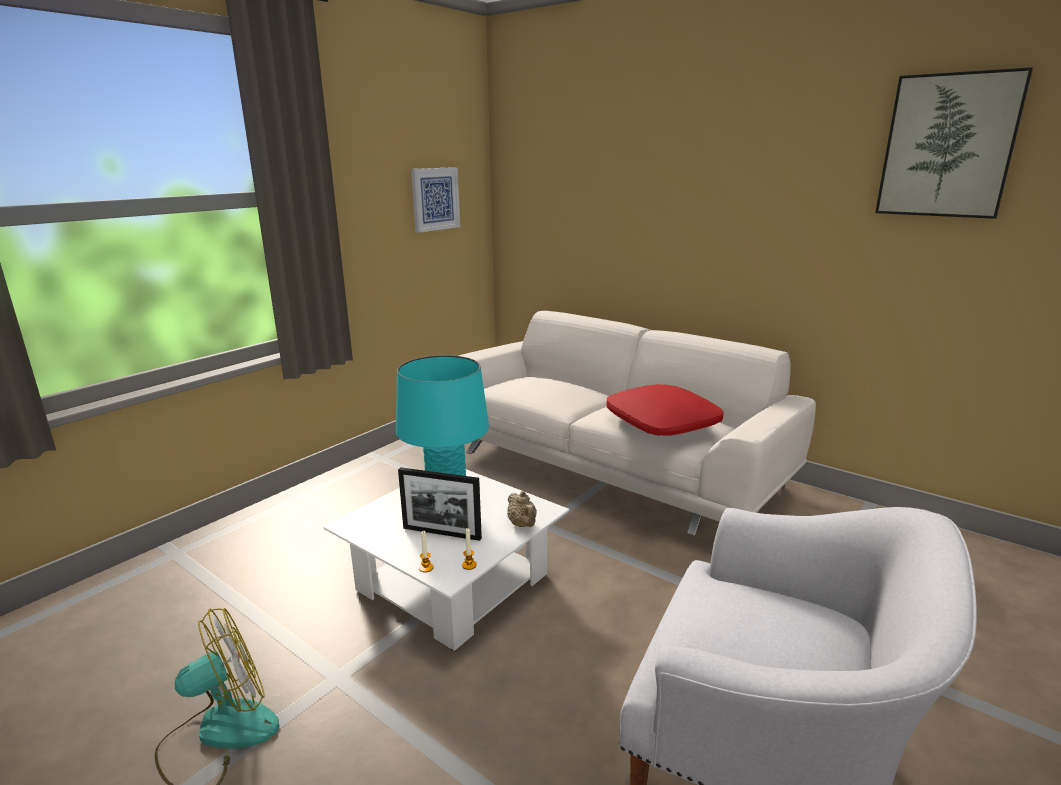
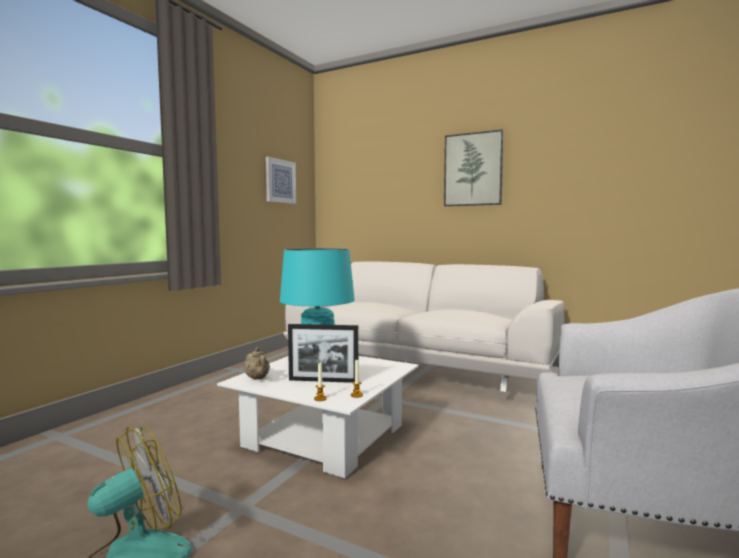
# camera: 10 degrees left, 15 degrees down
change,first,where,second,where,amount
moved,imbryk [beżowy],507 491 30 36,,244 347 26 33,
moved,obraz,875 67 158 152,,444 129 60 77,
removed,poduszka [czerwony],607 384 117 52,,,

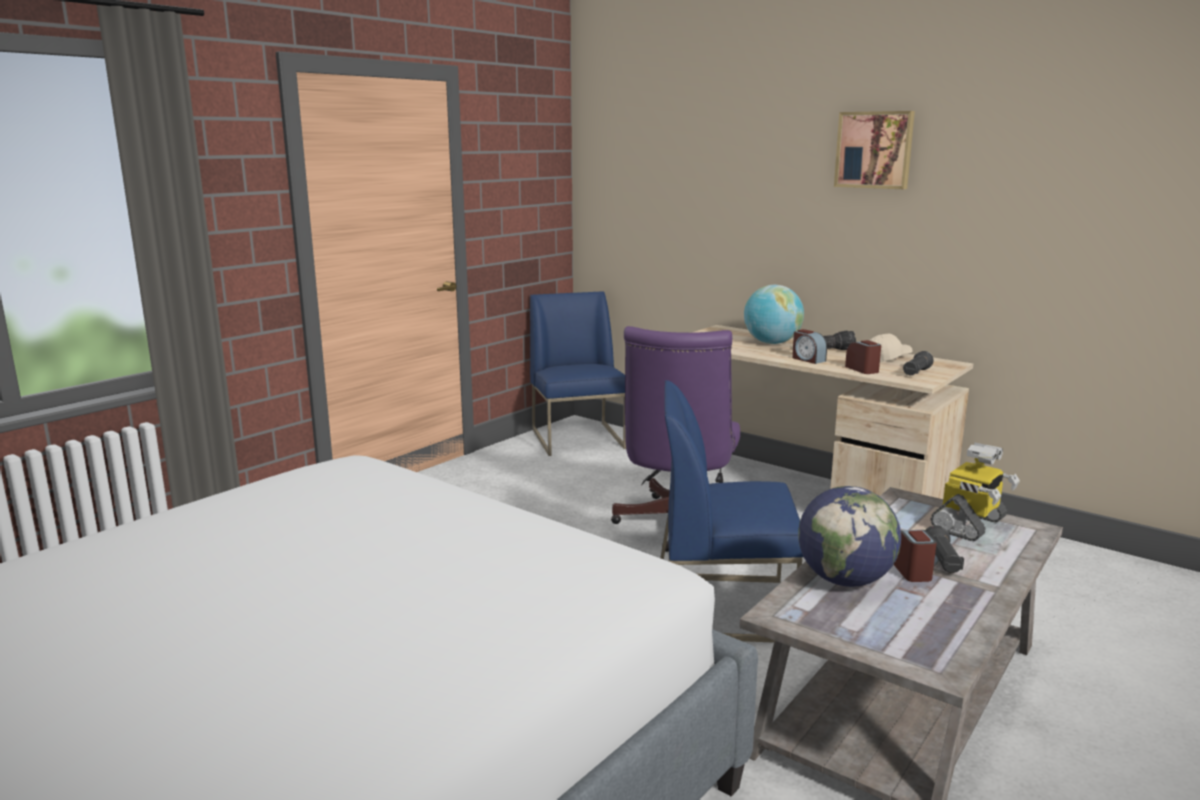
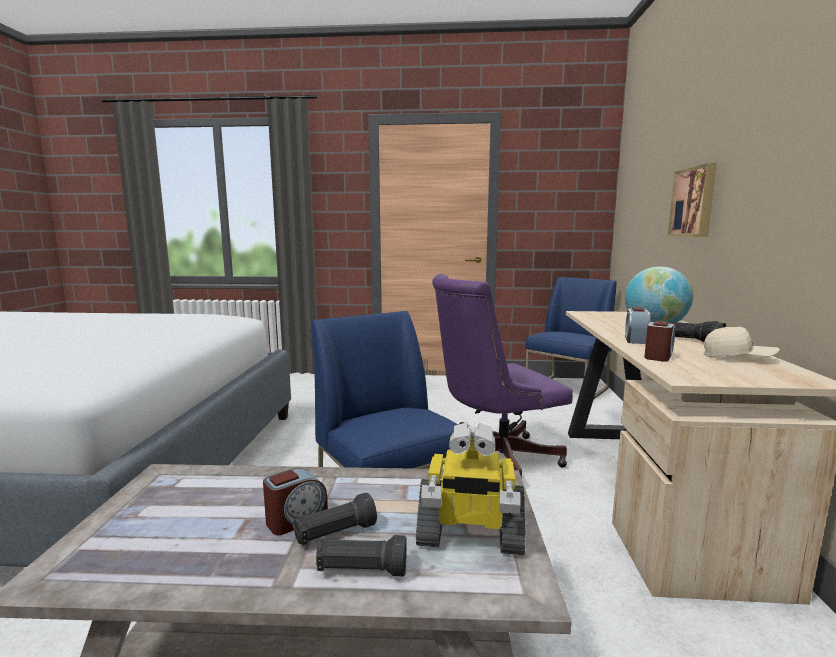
# camera: 55 degrees right, 5 degrees down
change,first,where,second,where,amount
moved,latarka [czarny],903 351 31 24,,316 535 91 41,
moved,obraz,834 111 81 78,,668 163 49 74,
removed,globus,798 486 103 101,,,

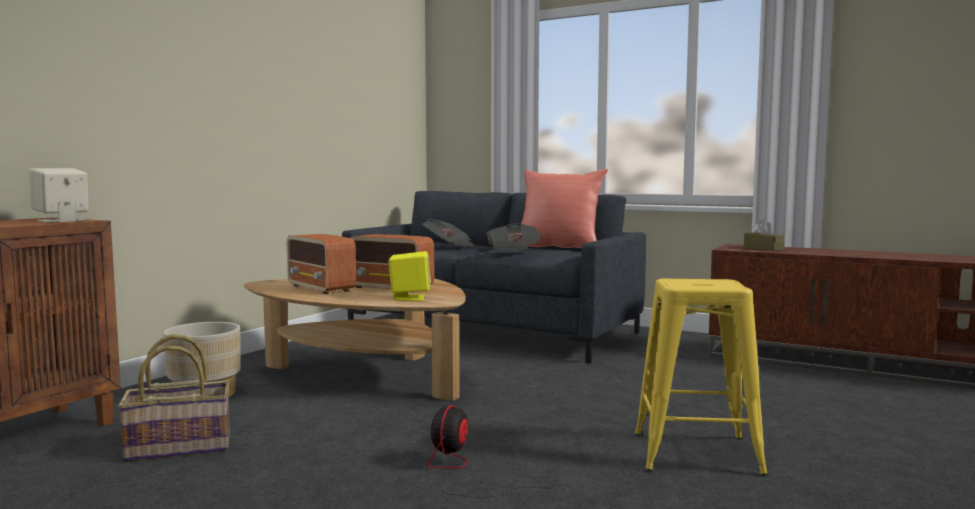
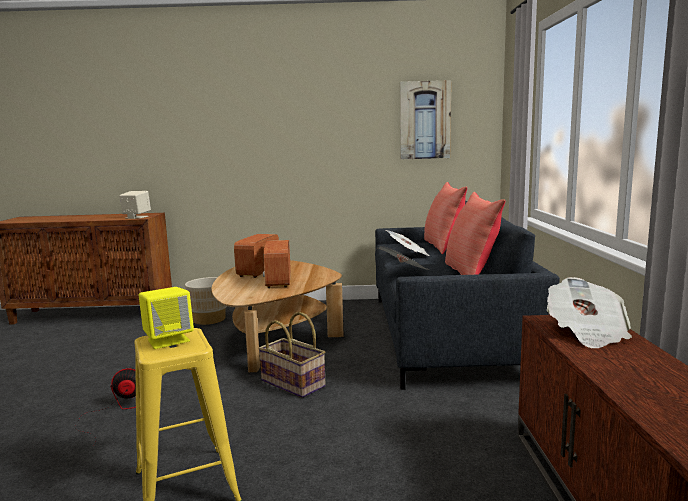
# camera: 60 degrees right, 5 degrees up
change,first,where,second,where,amount
moved,głośnik [żółty],389 251 42 50,,139 287 55 62,
moved,koszyk,118 334 112 128,,258 312 68 86,
added,,,obraz,400 80 51 79,
added,,,poduszka [czerwony],424 182 43 72,
replaced,pudełko chusteczek [brązowy],744 220 41 31,gazeta,546 277 86 71,

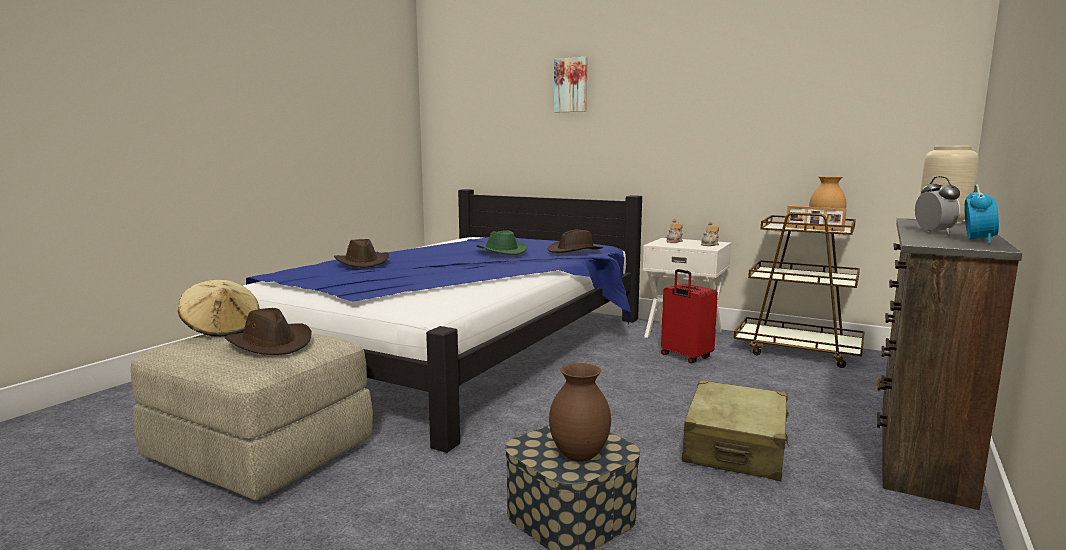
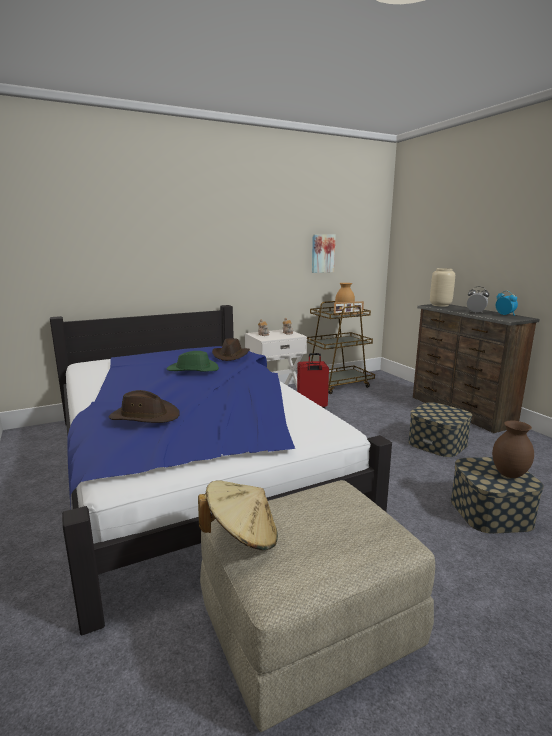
# camera: 55 degrees left, 5 degrees up
change,first,where,second,where,amount
moved,obraz,554 57 33 55,,312 234 24 39,
replaced,walizka [beżowy],682 380 108 101,pojemnik do przechowywania,408 402 64 55,
removed,kapelusz [brązowy],224 308 88 47,,,

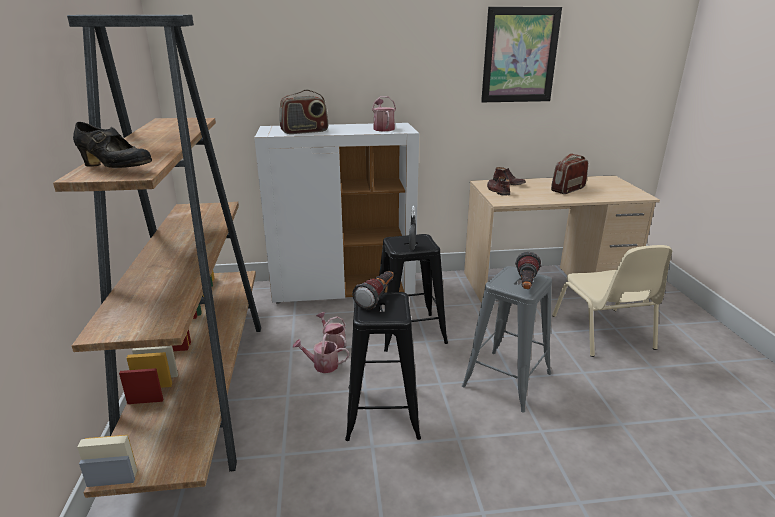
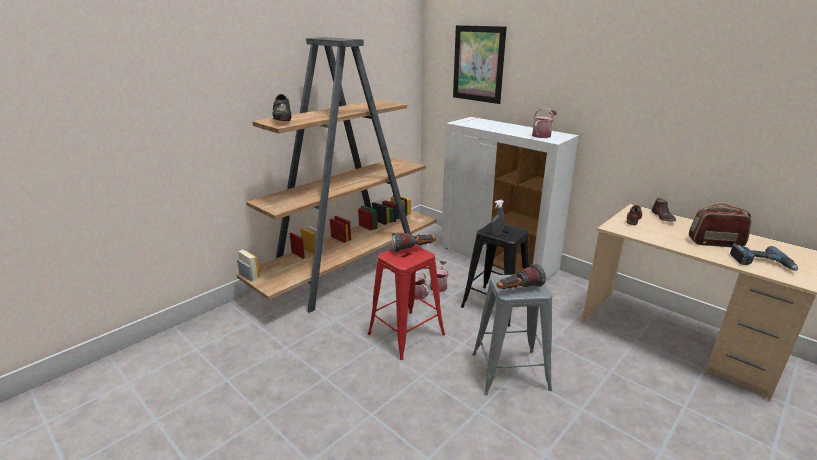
# camera: 50 degrees right, 0 degrees up
change,first,where,second,where,amount
recoloured,stołek [czarny],345 292 76 149,stołek [czerwony],368 245 77 115,
moved,obraz,481 7 81 95,,453 25 54 79,
added,,,wiertarka,730 245 68 26,
removed,radio,279 90 49 44,,,
removed,krzesło [beżowy],552 245 120 112,,,

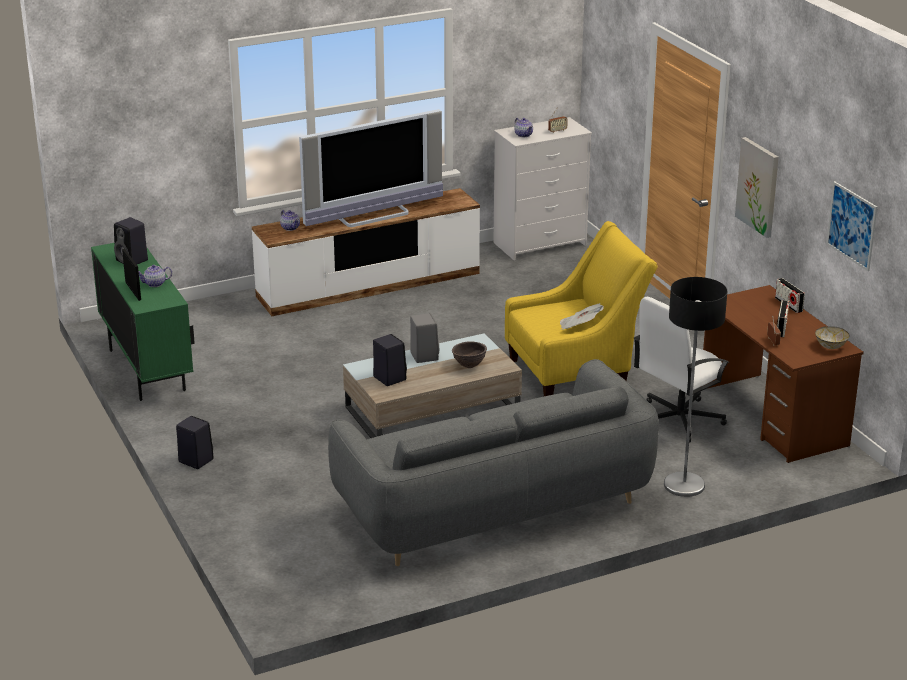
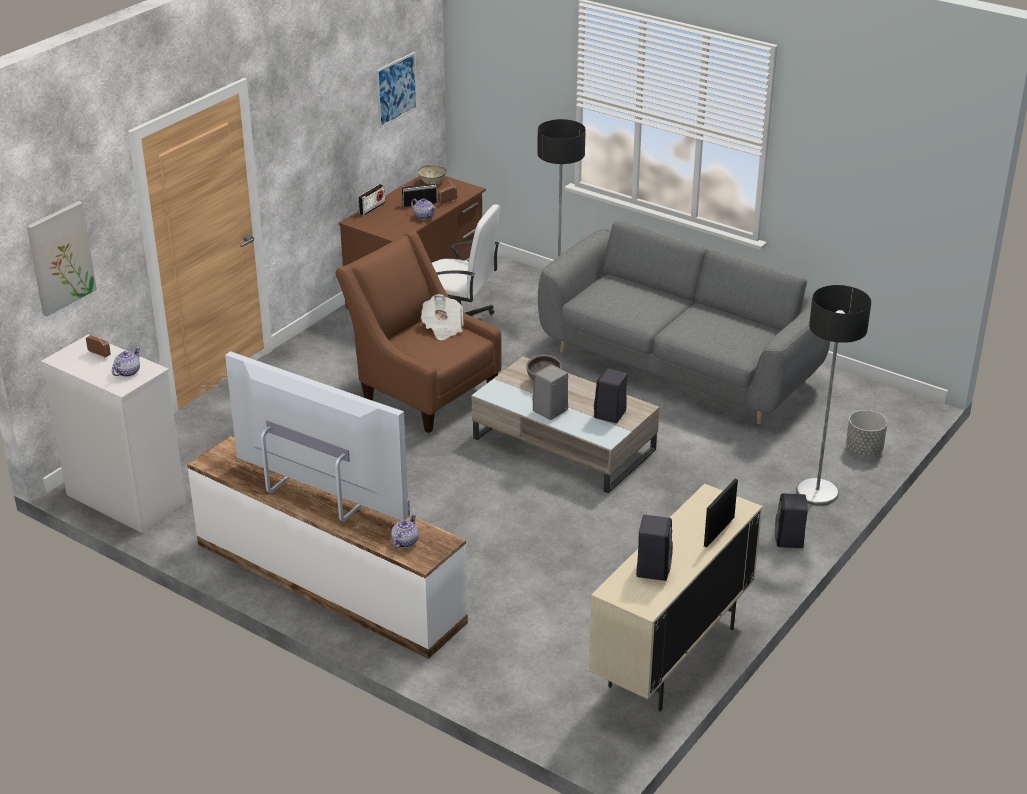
# camera: 120 degrees left, 5 degrees up
change,first,where,second,where,amount
moved,obraz,735 137 44 101,,27 201 70 115,
recoloured,fotel [żółty],505 221 153 175,fotel [brązowy],335 231 167 202,
moved,imbryk,139 265 33 22,,411 198 25 22,
recoloured,szafka [zielony],91 243 104 158,szafka [beżowy],589 483 174 229,
added,,,lampa stojąca,796 285 75 221,
added,,,donica [szary],846 410 41 46,

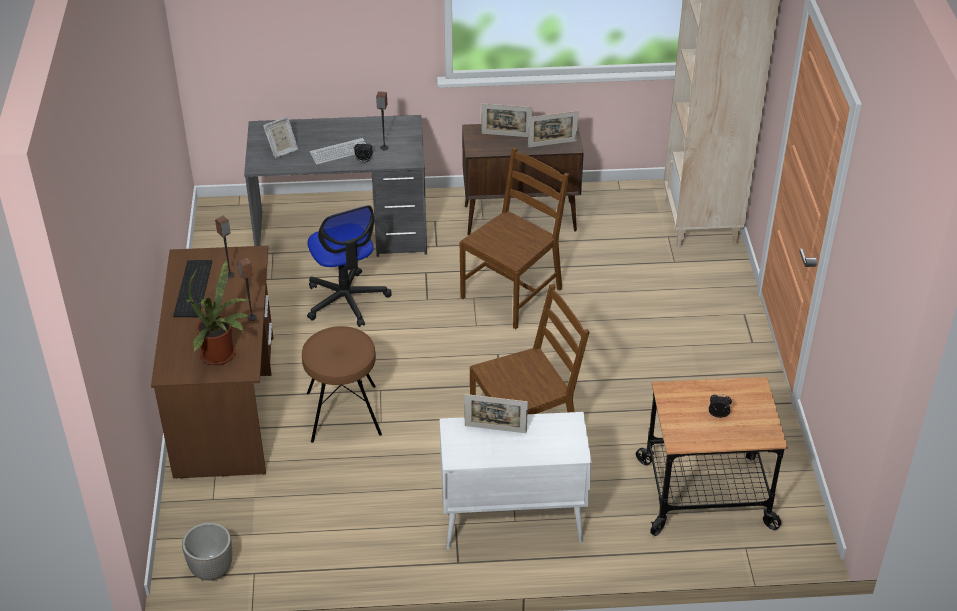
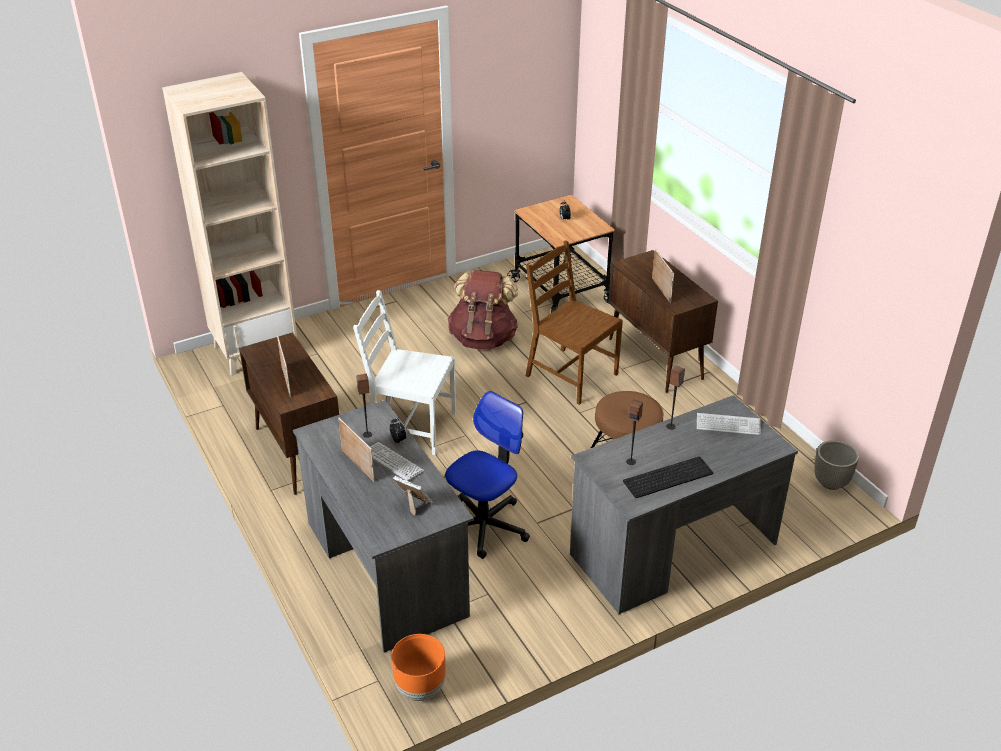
# camera: 115 degrees left, 5 degrees down
change,first,where,second,where,amount
moved,ramka na zdjęcie,528 111 51 37,,338 418 37 64,
recoloured,krzesło [brązowy],460 147 109 182,krzesło [biały],353 290 103 165,
added,,,donica [pomarańczowy],391 634 54 67,
added,,,plecak [brązowy],447 270 72 80,
recoloured,biurko [brązowy],151 246 122 233,biurko [szary],570 395 228 219,
recoloured,szafka [biały],440 412 152 138,szafka [brązowy],608 250 110 143,
replaced,roślina doniczkowa,186 259 63 106,klawiatura,697 413 64 22,

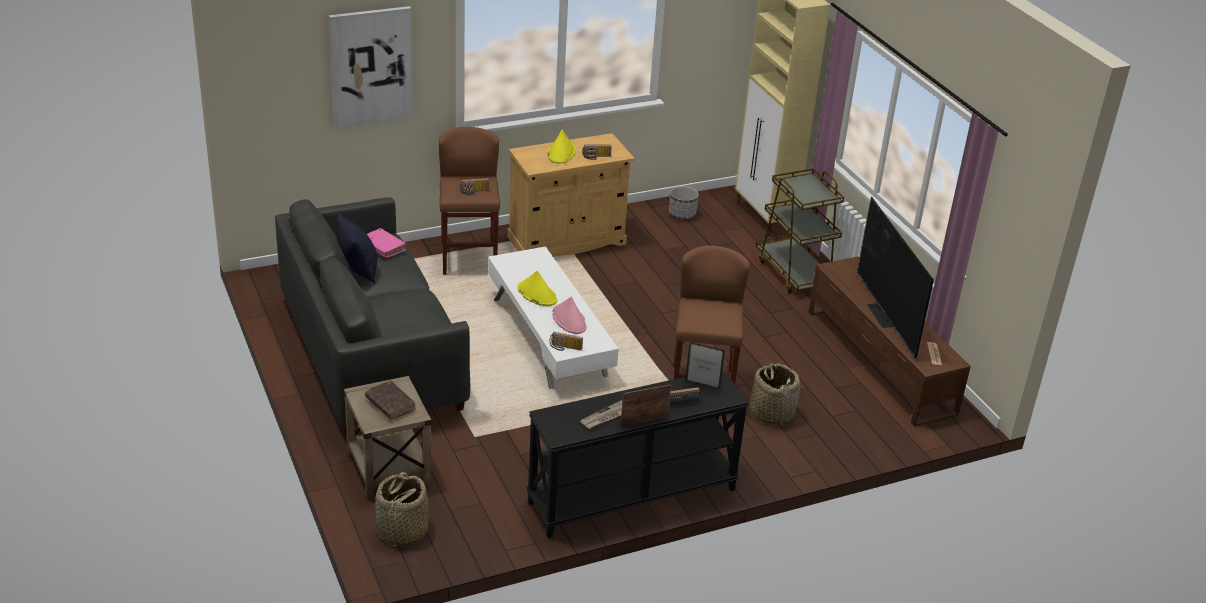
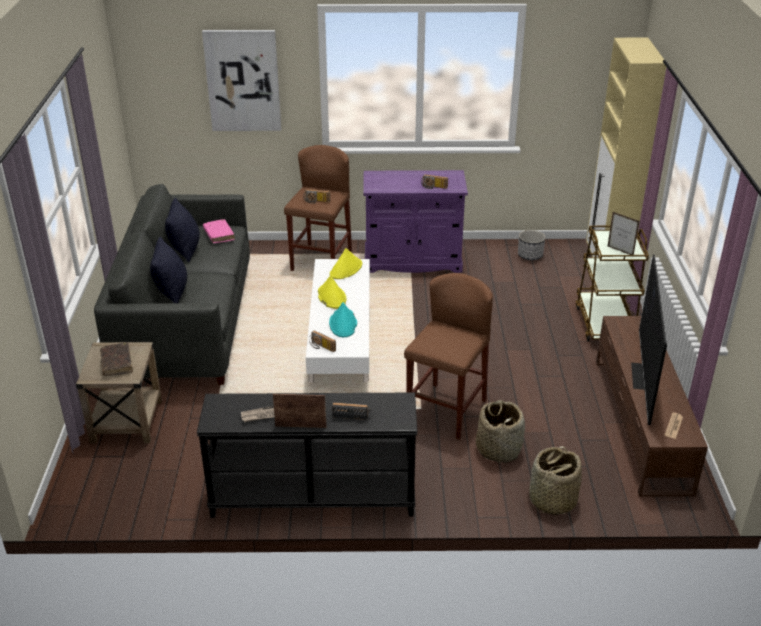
# camera: 25 degrees right, 0 degrees up
change,first,where,second,where,amount
added,,,poduszka [czarny],150 237 37 66,
recoloured,kapelusz [różowy],552 296 35 38,kapelusz [turkusowy],329 302 28 35,
moved,kapelusz [żółty],547 130 28 34,,330 248 32 31,
recoloured,szafka [beżowy],507 133 128 123,szafka [fioletowy],363 170 105 103,
moved,koszyk,375 472 54 74,,529 446 53 69,
moved,ramka na zdjęcie,685 341 40 49,,608 212 31 43,

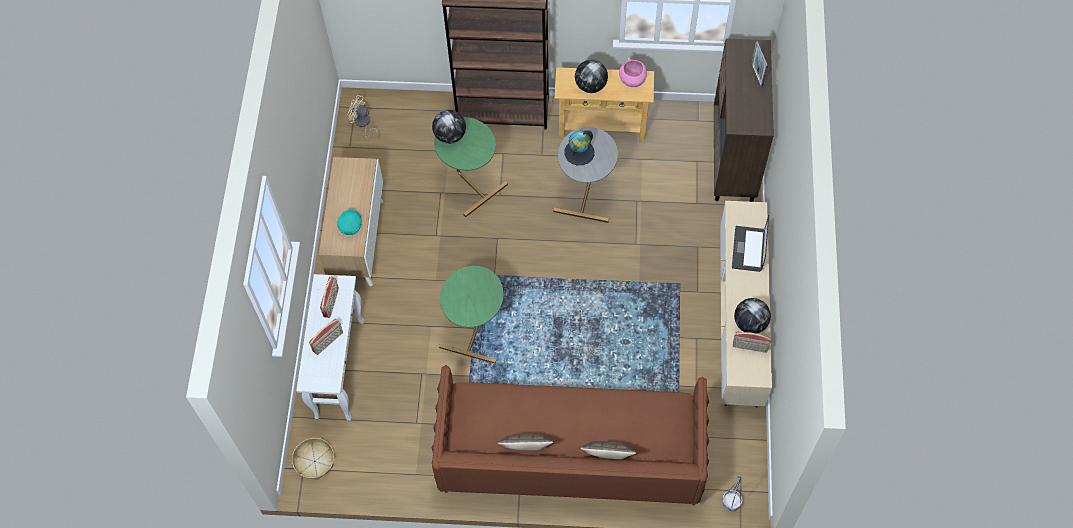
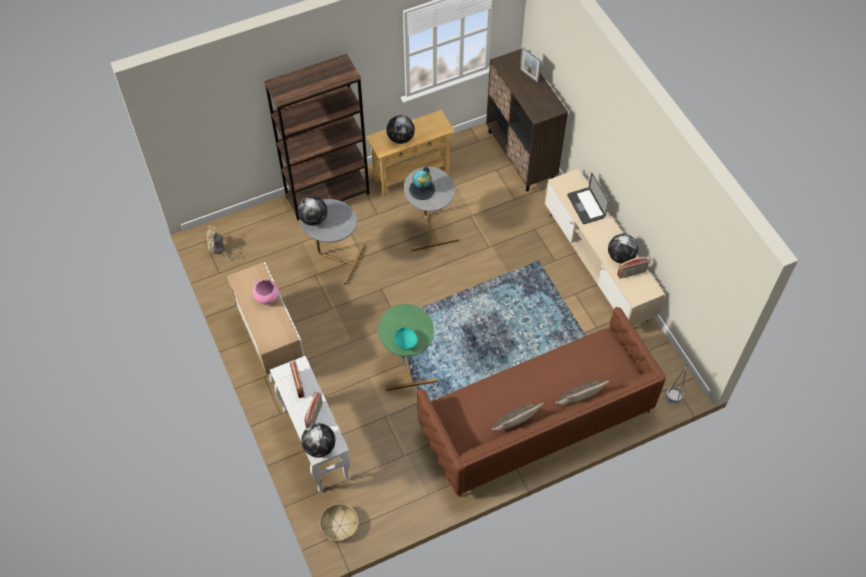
# camera: 30 degrees left, 5 degrees down
change,first,where,second,where,amount
moved,miska [różowy],619 57 28 30,,252 279 27 26,
recoloured,stolik [zielony],434 117 74 100,stolik [szary],301 199 64 86,
added,,,globus,301 423 34 35,
moved,miska [turkusowy],337 210 25 25,,394 327 23 23,

